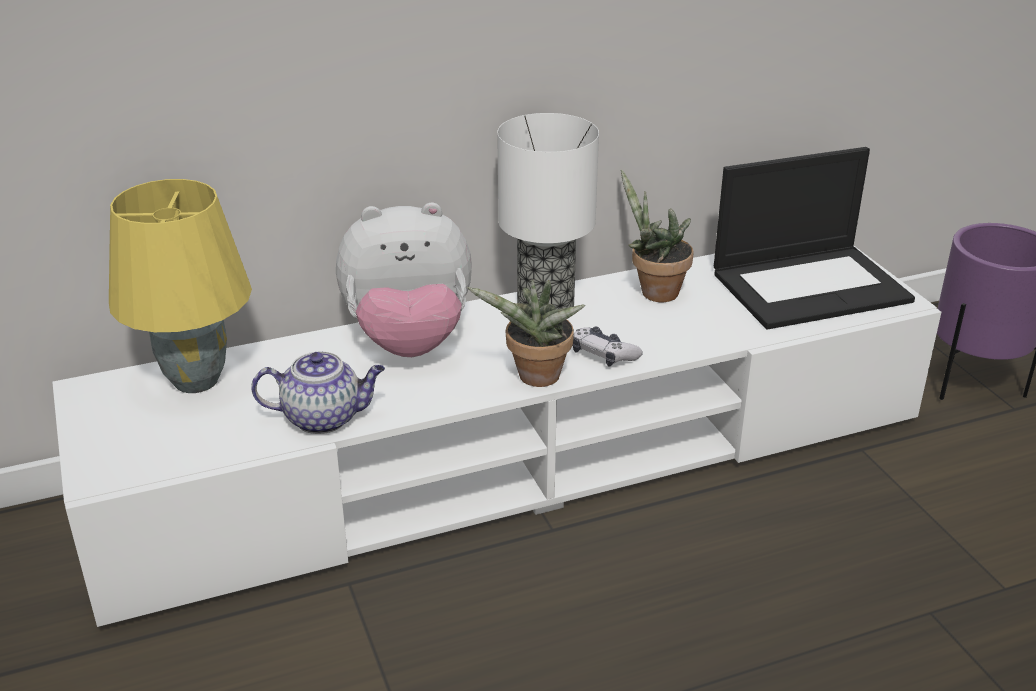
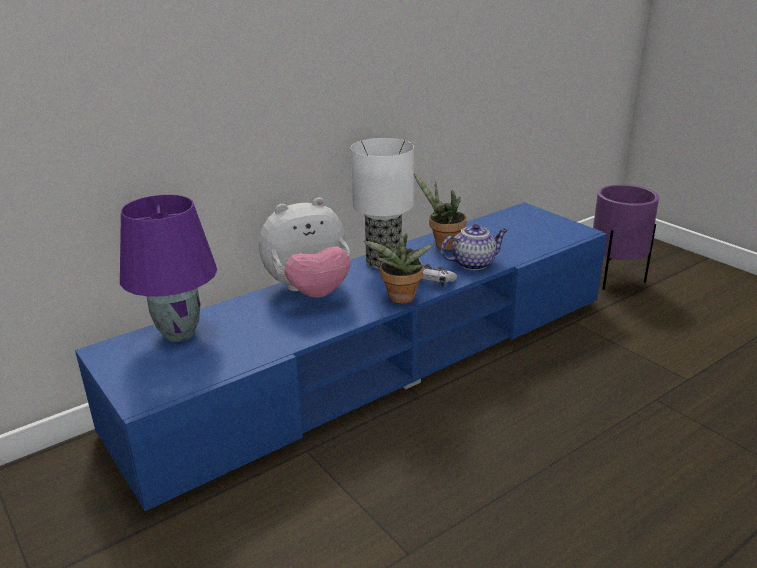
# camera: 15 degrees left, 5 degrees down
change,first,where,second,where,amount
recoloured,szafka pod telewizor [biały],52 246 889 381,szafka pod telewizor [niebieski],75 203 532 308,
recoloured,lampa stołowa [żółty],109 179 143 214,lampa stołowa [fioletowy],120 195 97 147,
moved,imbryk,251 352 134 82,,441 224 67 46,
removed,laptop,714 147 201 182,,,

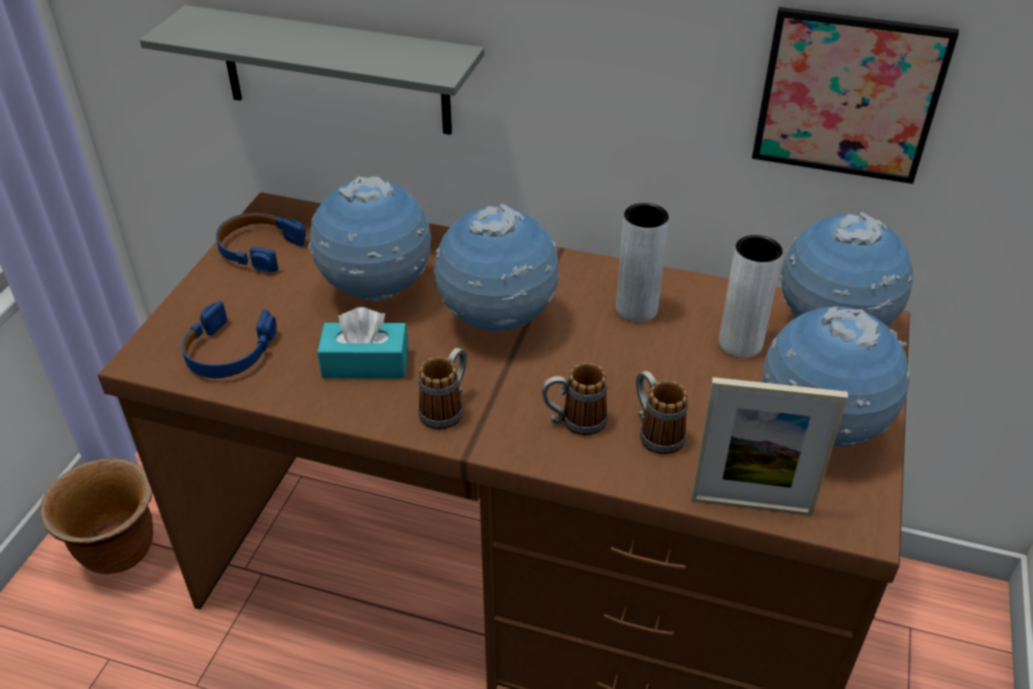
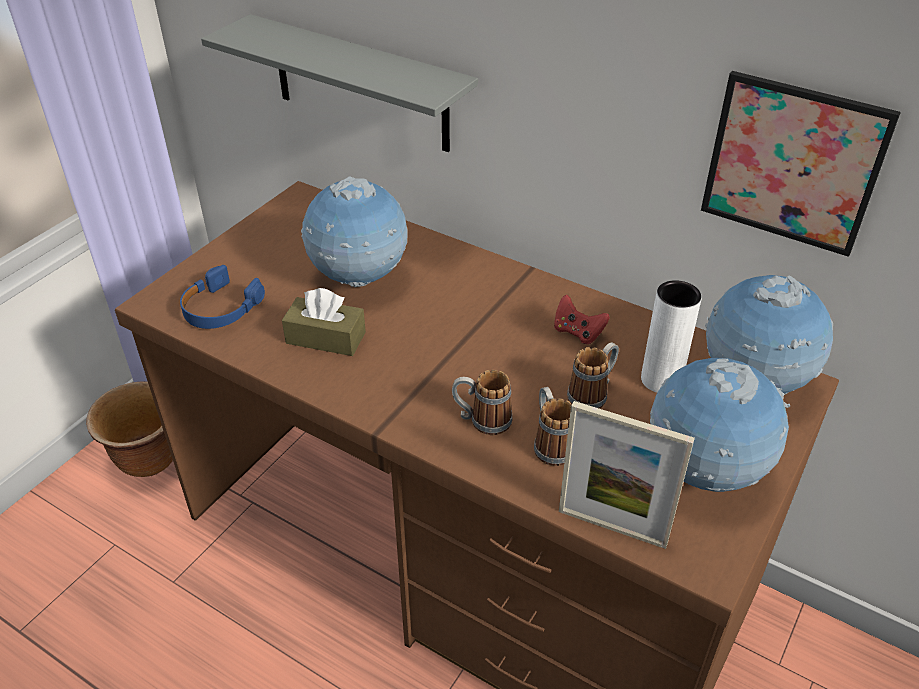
# camera: 15 degrees right, 0 degrees up
change,first,where,second,where,amount
recoloured,pudełko chusteczek [turkusowy],317 307 91 72,pudełko chusteczek [brązowy],282 288 84 68,
replaced,wazon [szary],616 203 53 119,pad do gier [czerwony],554 294 56 50,
moved,kubek,418 348 49 81,,567 342 52 67,
removed,słuchawki [niebieski],216 213 90 59,,,
removed,globus,433 204 127 127,,,

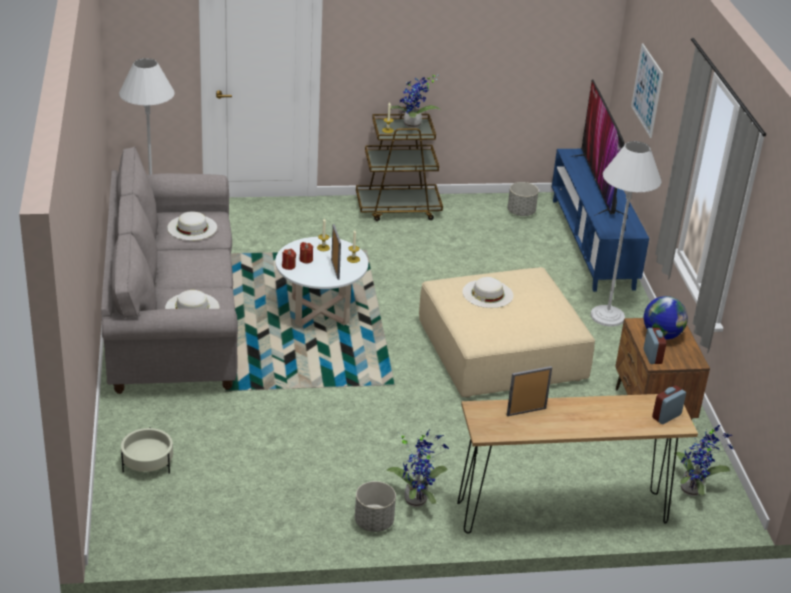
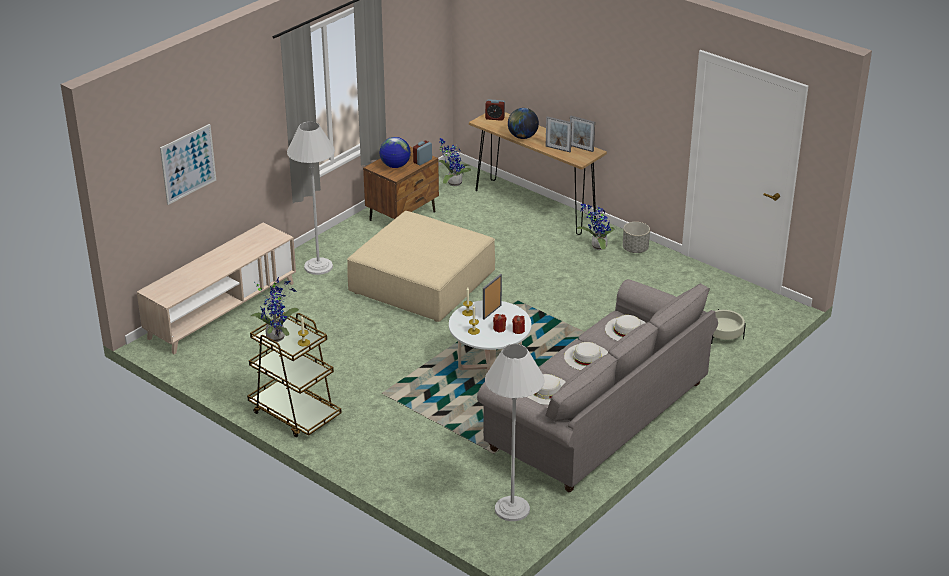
# camera: 130 degrees left, 0 degrees up
change,first,where,second,where,amount
recoloured,szafka pod telewizor [niebieski],552 149 97 143,szafka pod telewizor [beżowy],137 222 159 132,
added,,,globus,508 108 31 31,
moved,kapelusz [biały],463 277 50 31,,564 342 44 28,
added,,,ramka na zdjęcie,570 116 25 36,
removed,donica [szary],508 182 31 34,,,
removed,telewizor,569 80 56 136,,,

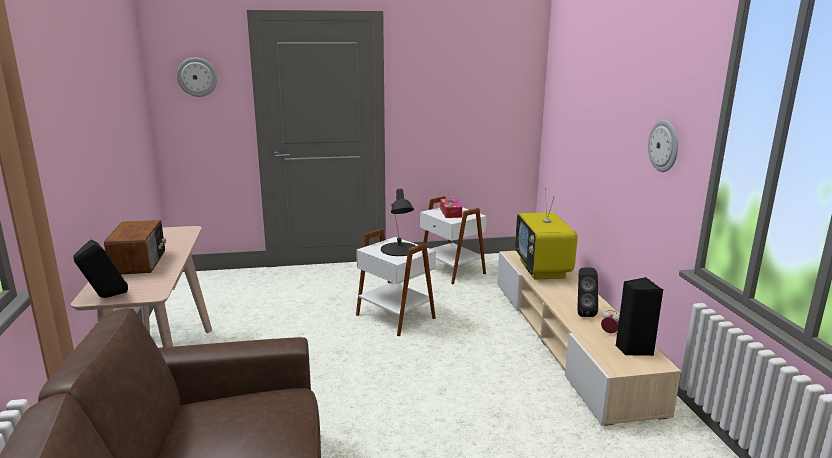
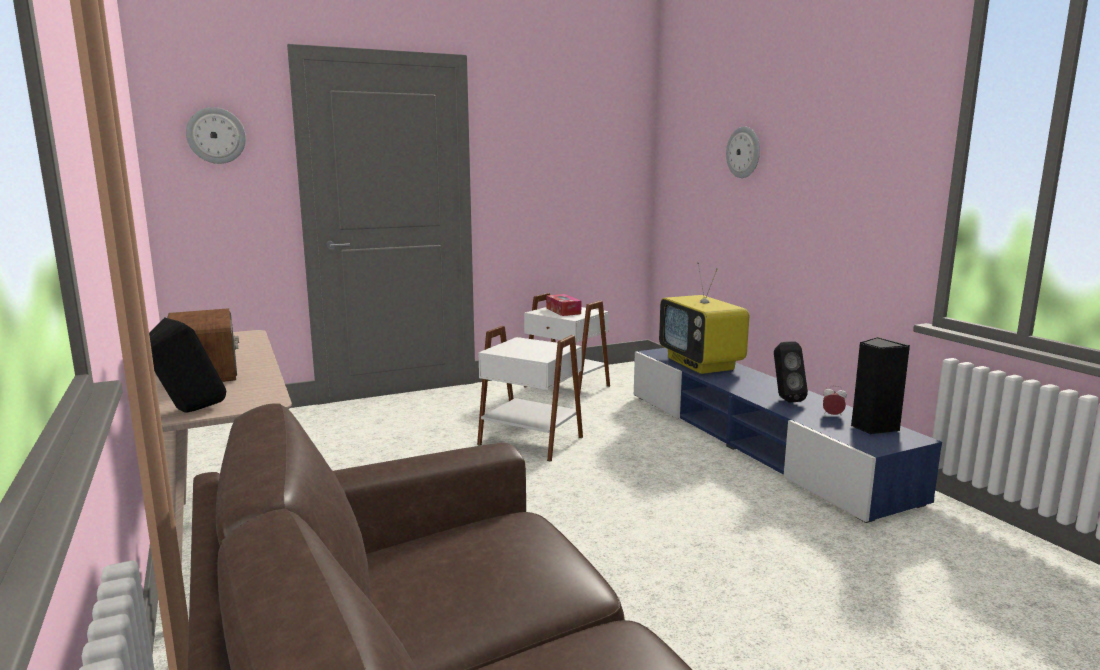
# camera: 15 degrees left, 5 degrees down
change,first,where,second,where,amount
recoloured,szafka pod telewizor [beżowy],497 251 184 175,szafka pod telewizor [niebieski],634 348 308 175,
moved,zegar ścienny,648 120 30 52,,726 126 34 52,
removed,lampa stołowa [czarny],381 189 35 67,,,

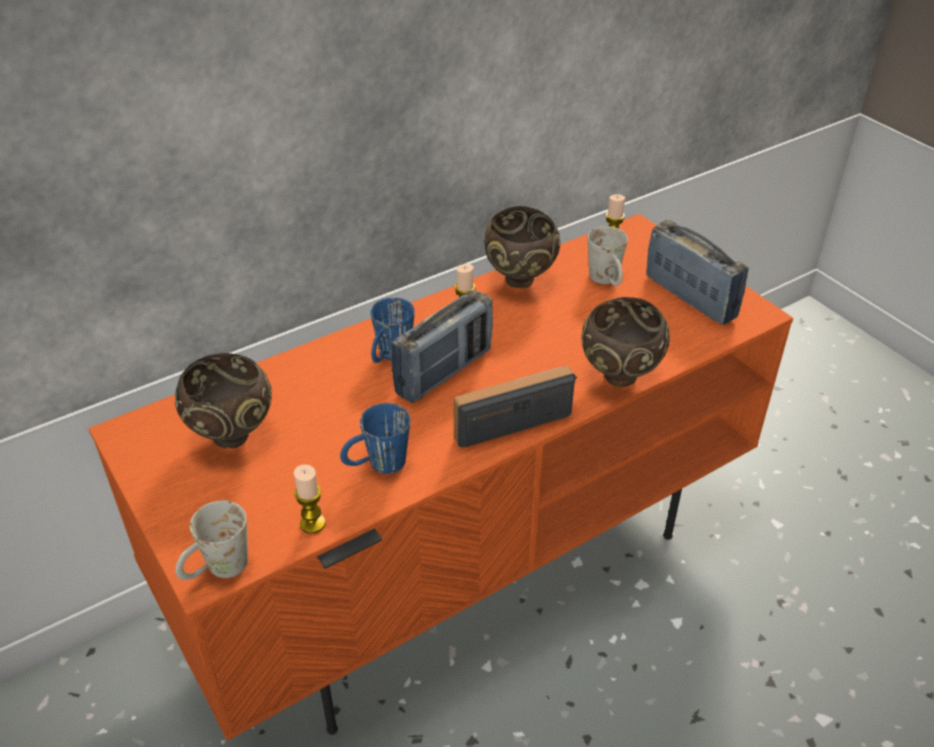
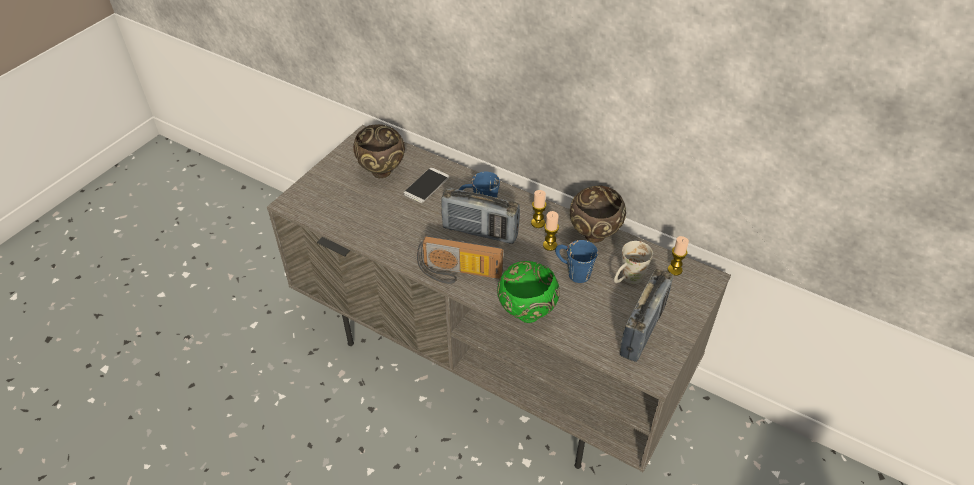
# camera: 65 degrees right, 5 degrees up
change,first,where,second,where,amount
recoloured,szafka pod telewizor [pomarańczowy],88 214 705 527,szafka pod telewizor [szary],267 125 464 347,
added,,,telefon,403 168 46 35,
turned,radio,453 366 124 81,,417 236 86 48,150 degrees clockwise
recoloured,miska [brązowy],582 297 88 90,miska [zielony],497 261 63 62,
moved,świeca,294 464 32 70,,543 211 16 40,
moved,kubek [niebieski],340 403 70 71,,555 240 43 43,
removed,kubek [biały],175 501 73 79,,,

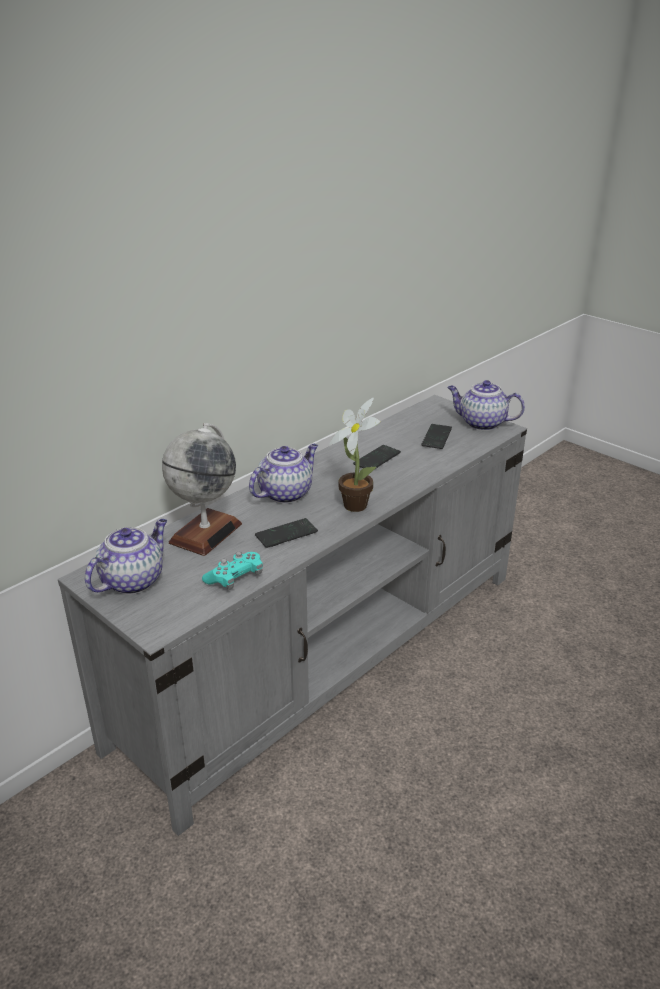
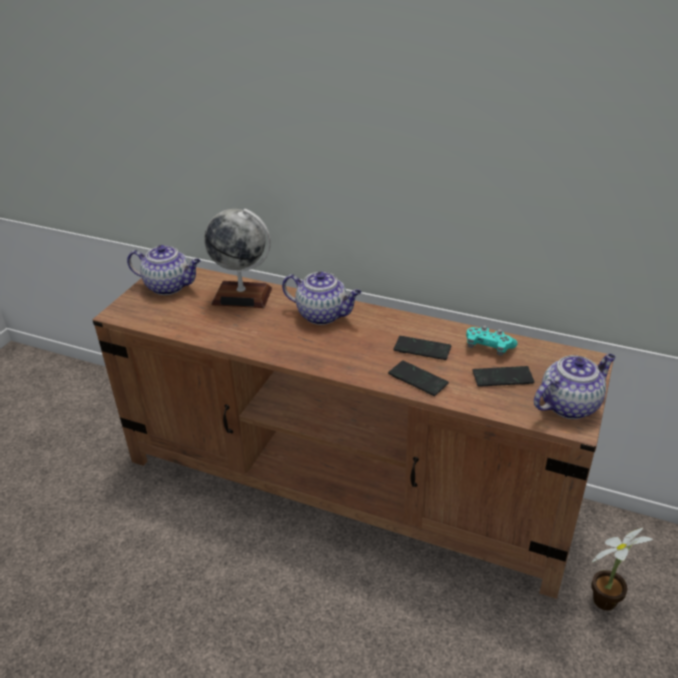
# camera: 70 degrees right, 5 degrees up
change,first,where,second,where,amount
recoloured,szafka pod telewizor [szary],58 395 469 441,szafka pod telewizor [brązowy],93 267 520 332,
moved,telefon,255 518 63 30,,388 360 61 36,
moved,pad do gier [turkusowy],202 552 61 38,,466 325 52 31,
turned,imbryk,447 380 78 51,,534 354 82 65,60 degrees clockwise
moved,roślina doniczkowa,329 397 51 115,,591 528 62 83,

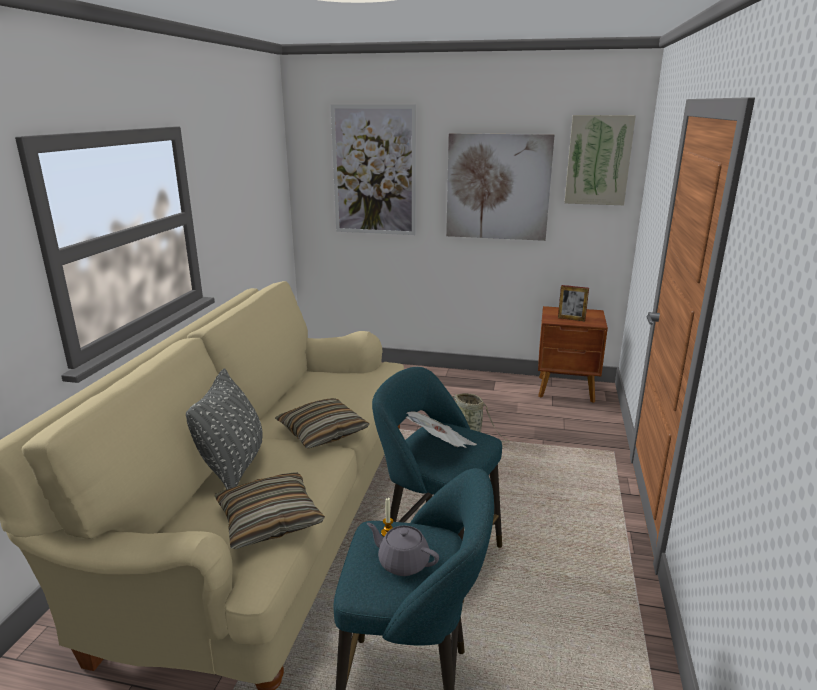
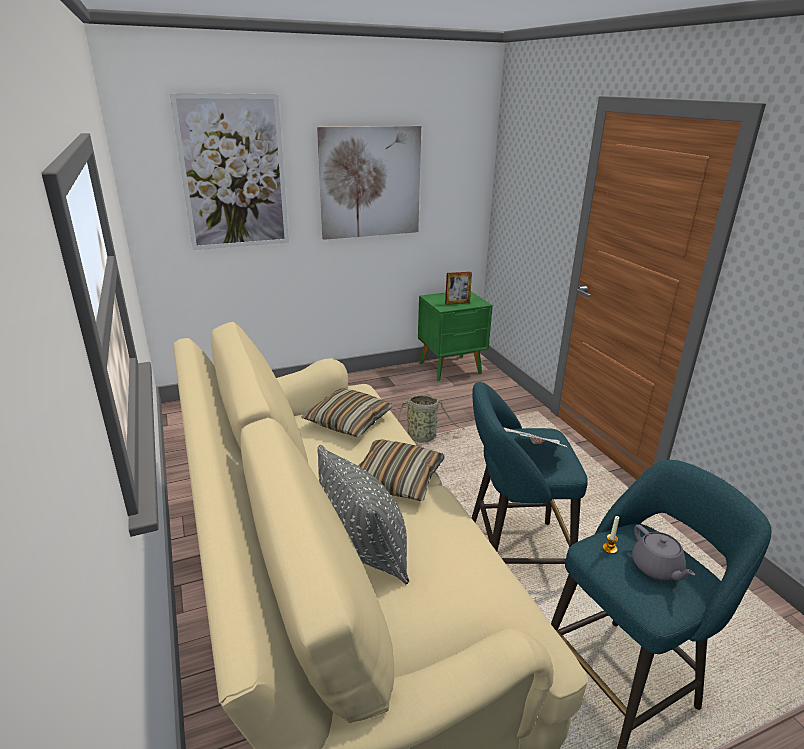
# camera: 35 degrees left, 5 degrees up
change,first,where,second,where,amount
moved,poduszka,215 472 110 77,,301 389 92 48,
recoloured,szafka nocna [brązowy],538 306 70 97,szafka nocna [zielony],418 292 75 89,
turned,imbryk [szary],367 523 72 53,,632 525 63 56,105 degrees counterclockwise
removed,obraz,564 115 72 90,,,

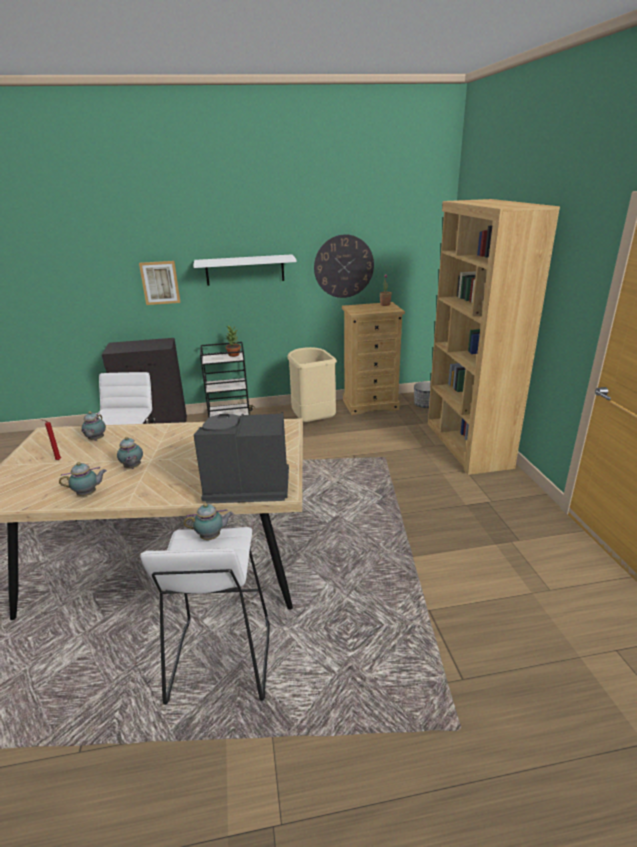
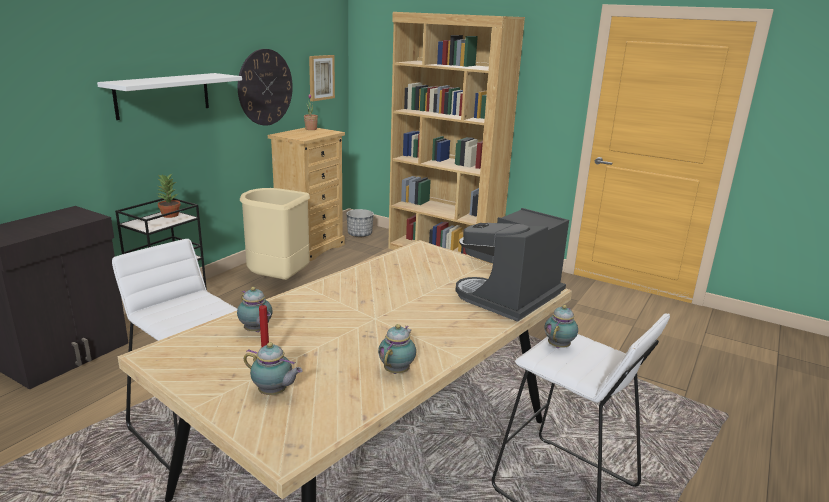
# camera: 50 degrees left, 5 degrees down
change,first,where,second,where,amount
moved,imbryk,117 437 26 32,,244 342 59 53,
moved,obraz,139 261 41 44,,309 55 26 46,

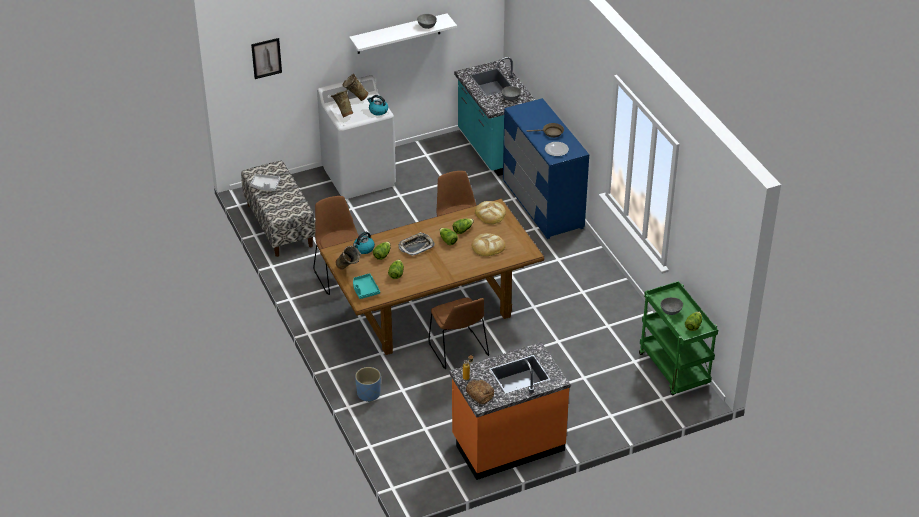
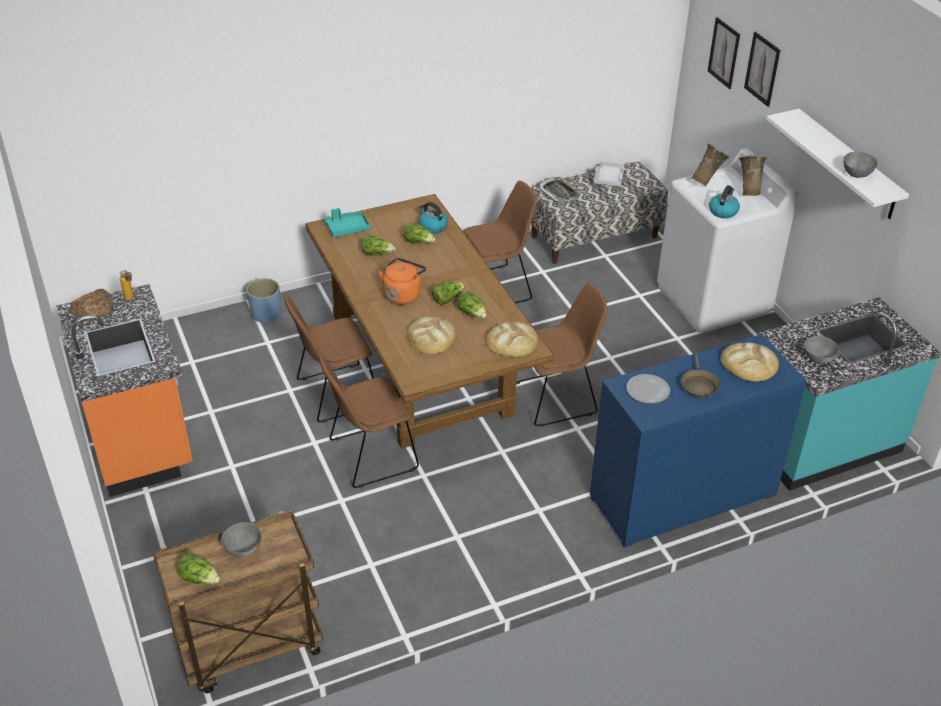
# camera: 90 degrees right, 0 degrees up
change,first,where,second,where,amount
recoloured,wózek [zielony],639 281 79 114,wózek [brązowy],153 510 170 183,
added,,,krzesło [brązowy],319 355 100 133,
added,,,czajnik [pomarańczowy],378 258 48 47,
moved,taca,399 232 36 24,,538 177 44 27,
added,,,chleb,721 342 58 40,
added,,,obraz,744 32 36 75,
removed,wazon [beżowy],336 246 25 24,,,

